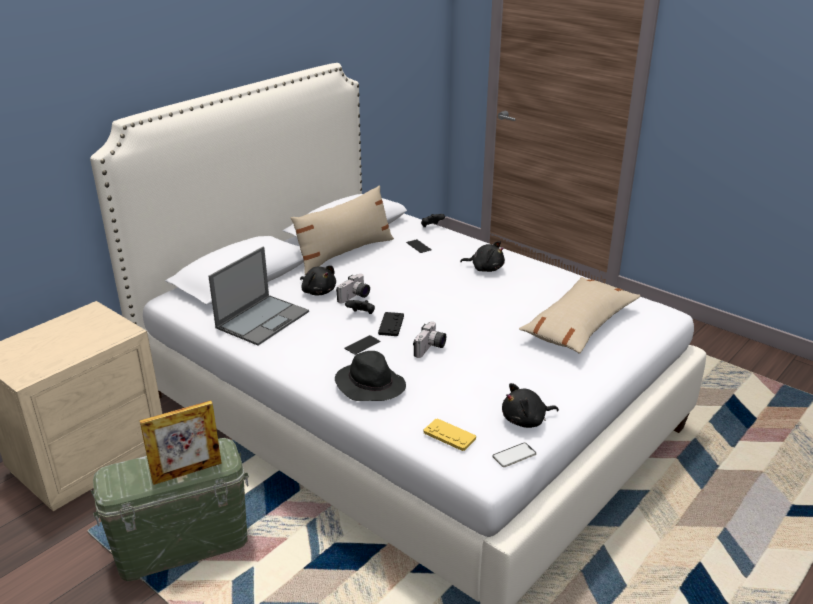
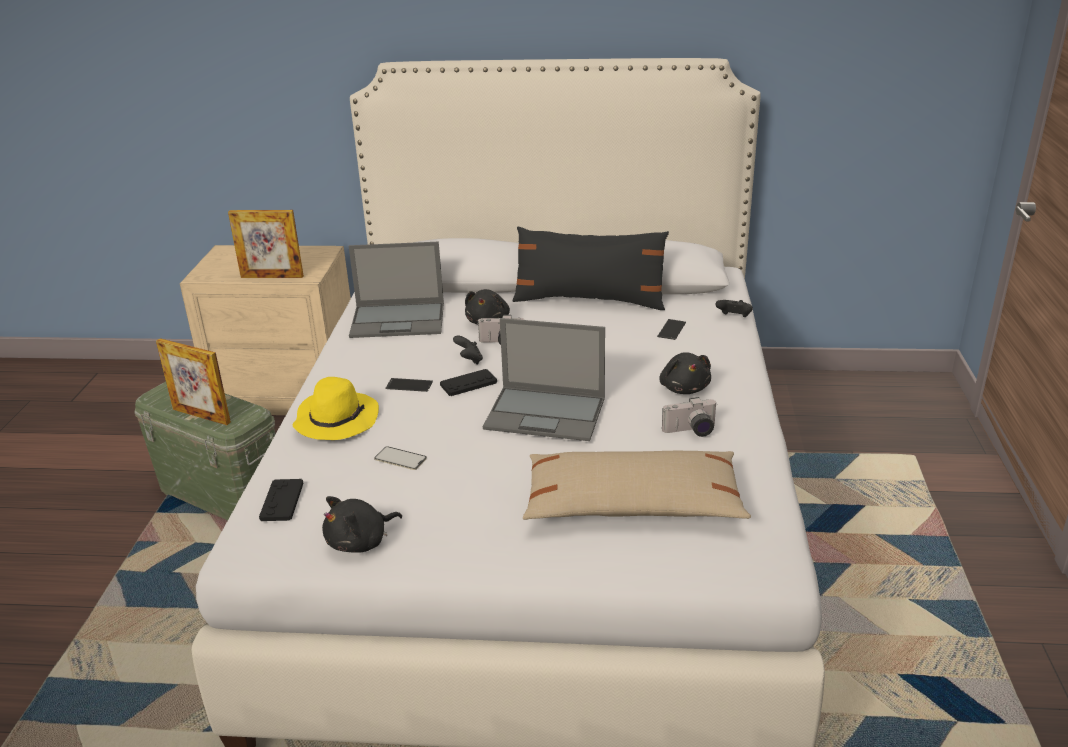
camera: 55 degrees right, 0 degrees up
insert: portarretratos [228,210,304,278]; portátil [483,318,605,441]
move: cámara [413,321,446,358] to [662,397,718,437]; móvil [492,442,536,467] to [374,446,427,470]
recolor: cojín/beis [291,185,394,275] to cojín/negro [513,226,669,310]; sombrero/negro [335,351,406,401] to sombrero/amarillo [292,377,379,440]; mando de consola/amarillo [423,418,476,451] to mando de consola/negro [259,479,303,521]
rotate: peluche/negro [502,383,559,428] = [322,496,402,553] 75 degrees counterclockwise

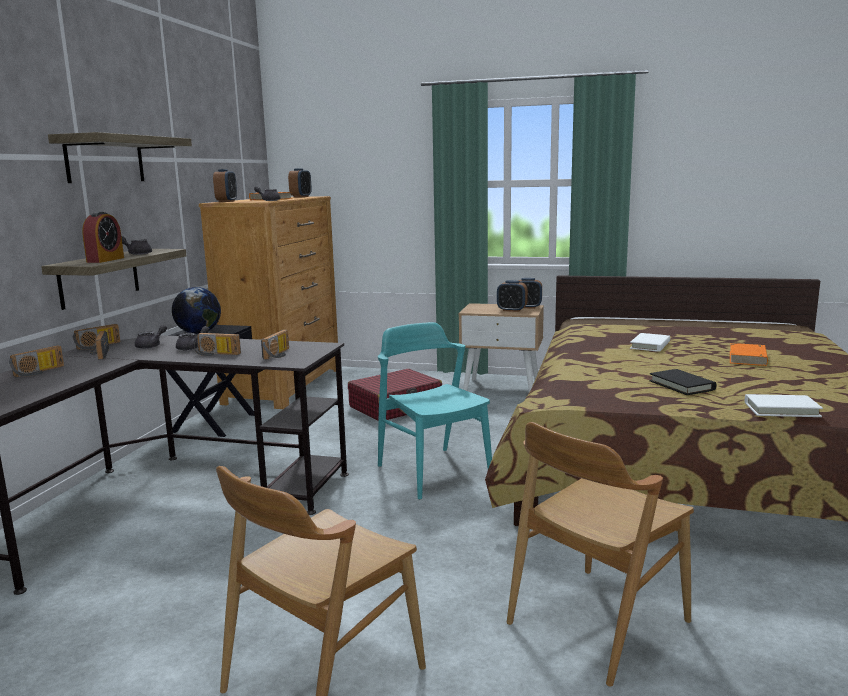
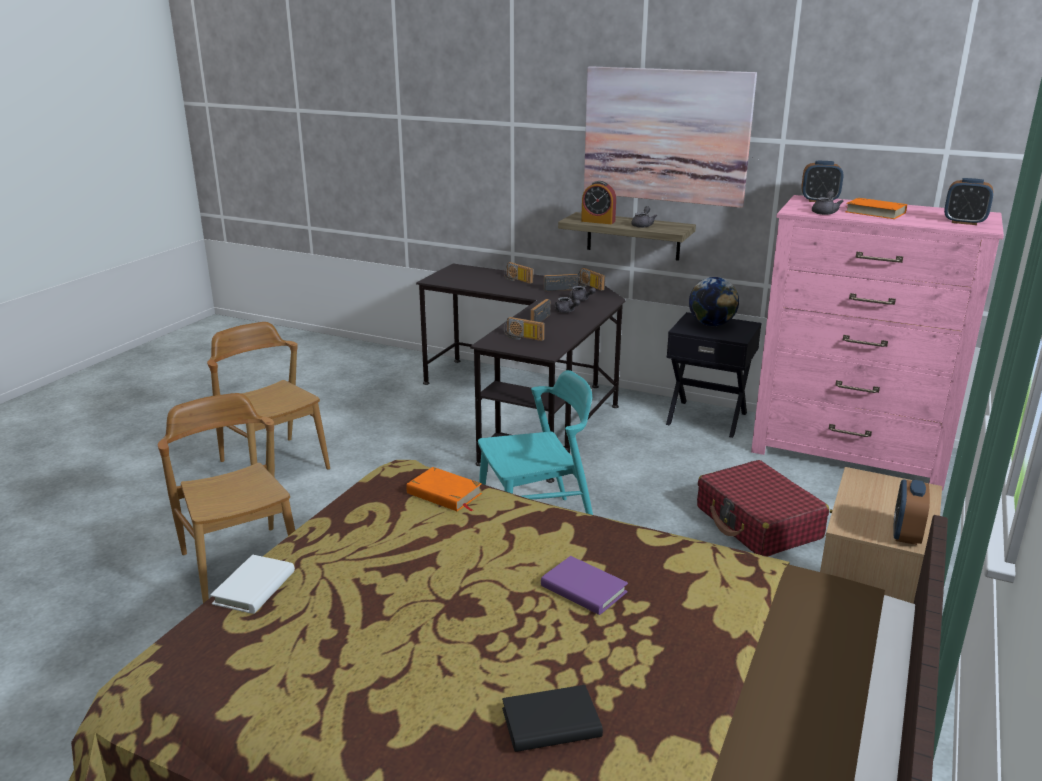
camera: 100 degrees right, 10 degrees up
delete: despertador [497,280,528,312]
move: libro/naranja [730,343,768,366] to [406,467,482,512]; libro/negro [649,369,717,395] to [502,685,603,752]
replace: estante [48,132,192,183] to cuadro [584,66,757,208]
recolor: cómoda/marrón [199,196,338,409] to cómoda/rosa [751,195,1004,490]; libro/blanco [630,333,670,352] to libro/morado [541,556,628,615]

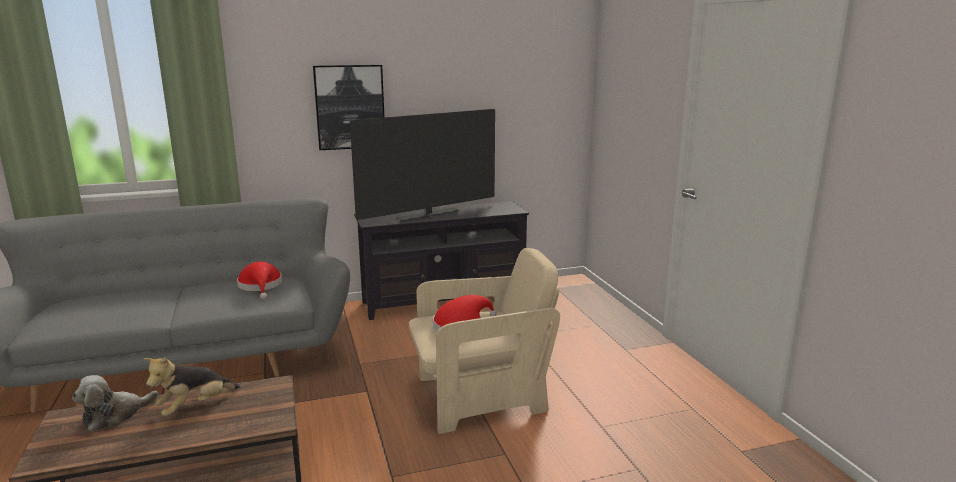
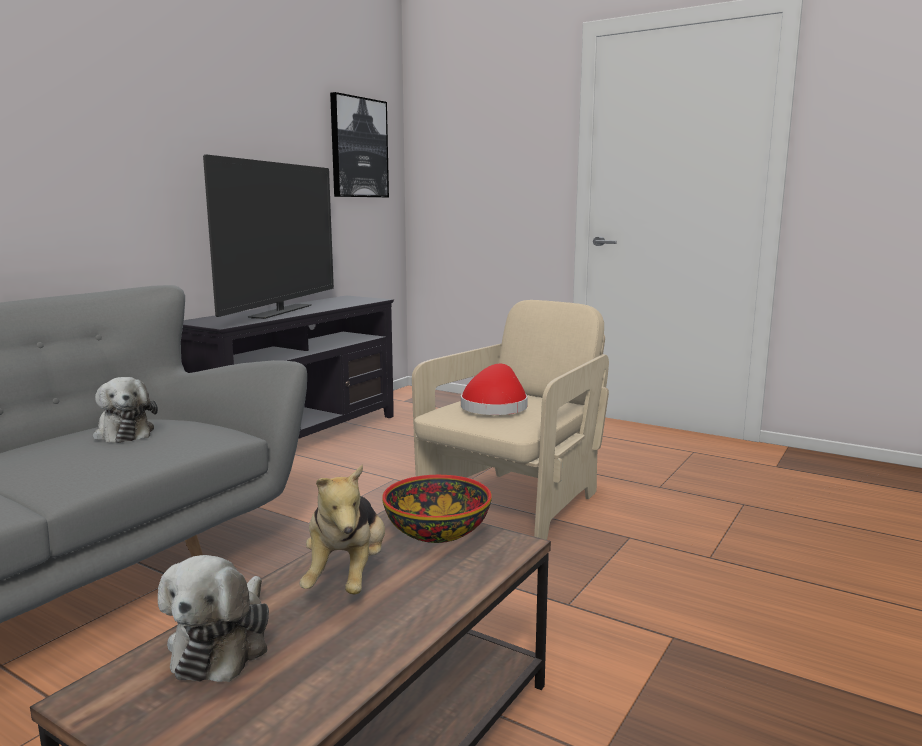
camera: 40 degrees left, 5 degrees down
insert: cuenco [382,475,492,543]
move: cuadro [313,65,384,150] to [330,92,389,198]
replace: sombrero/rojo [237,261,282,299] to peluche [93,377,158,443]

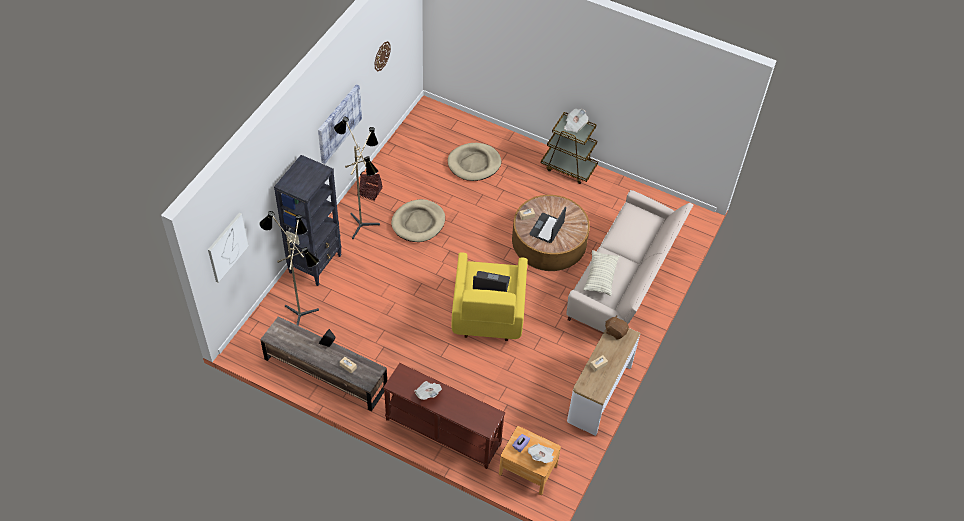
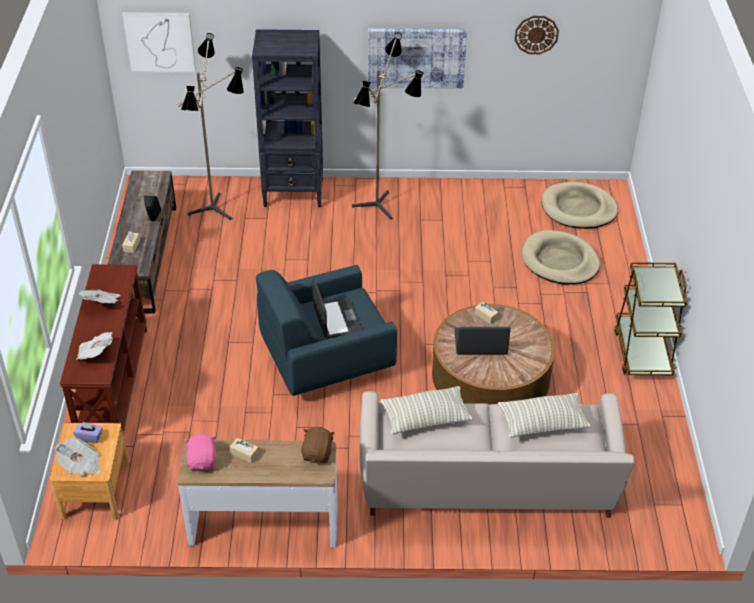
camera: 65 degrees right, 10 degrees down
delete: cesta [357,171,383,201]
insert: cojín [497,393,591,438]; peluche/rosa [184,434,216,470]
move: periódico [564,109,588,133] to [76,332,112,360]; cama para perro/beis [391,199,445,242] to [541,182,618,229]
recolor: sillón/amarillo [451,253,528,341] to sillón/azul [256,265,397,396]

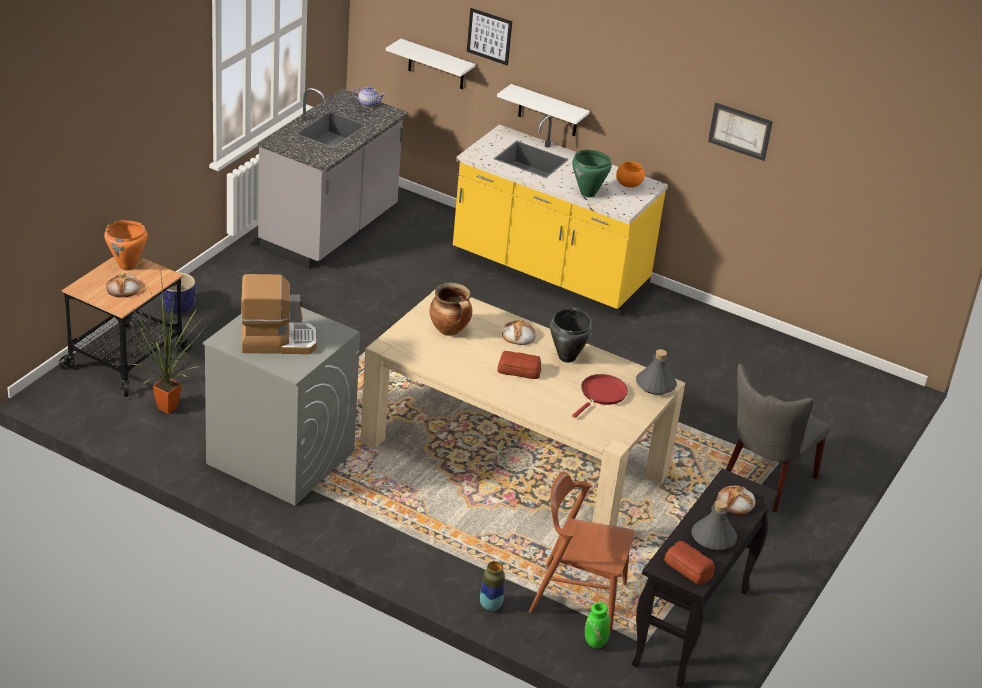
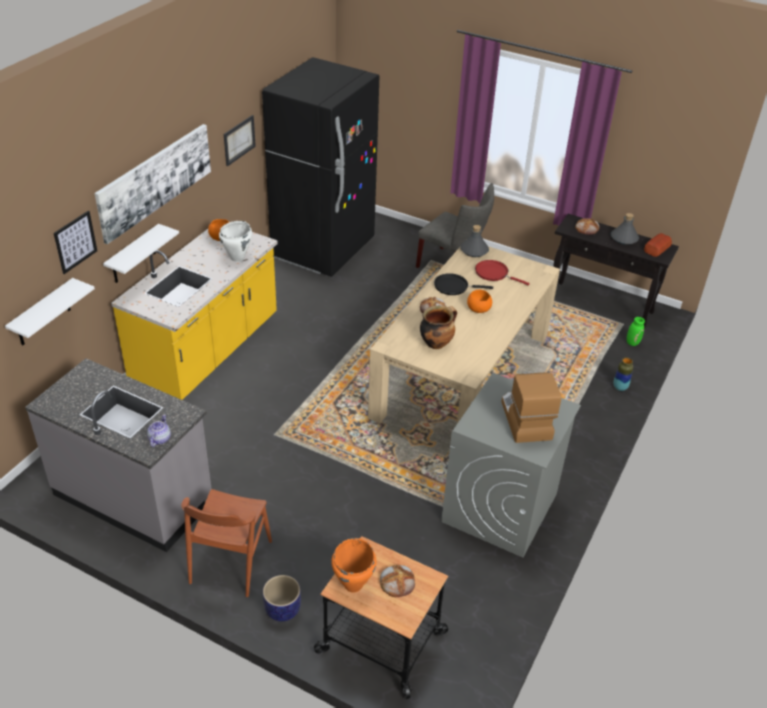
camera: 90 degrees left, 5 degrees up
delete: planta en maceta [130,269,207,414]
insert: nevera/negro [262,57,379,277]; cuadro [95,124,211,244]
move: tetera [352,86,385,107] to [147,414,171,447]; silla/marrón [529,471,635,633] to [181,489,272,597]
replace: olla/negro [550,308,593,363] to sartén/negro [434,273,493,295]; pan [497,351,541,379] to cuenco/naranja [467,290,492,313]
recolor: olla/verde [572,150,612,197] to olla/blanco [219,221,252,262]

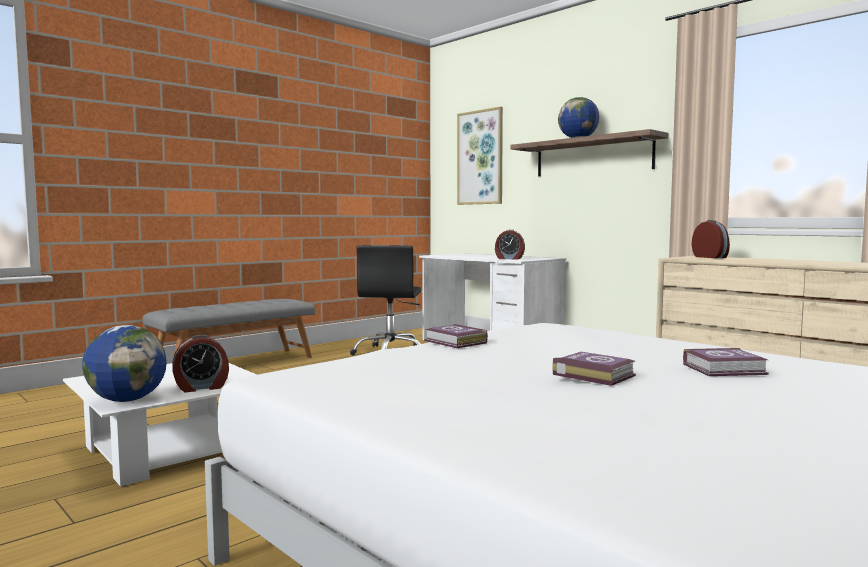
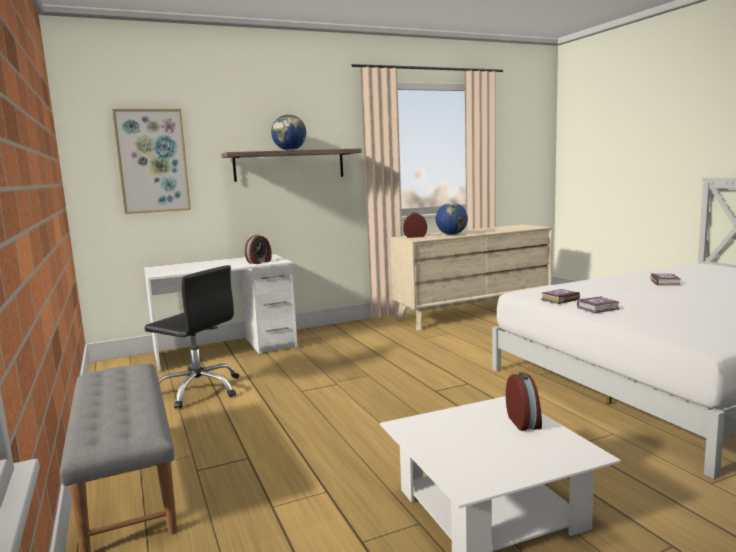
camera: 70 degrees left, 5 degrees up
move: globo terráqueo [82,325,167,402] to [436,203,468,235]; libro [552,352,636,386] to [541,289,580,304]

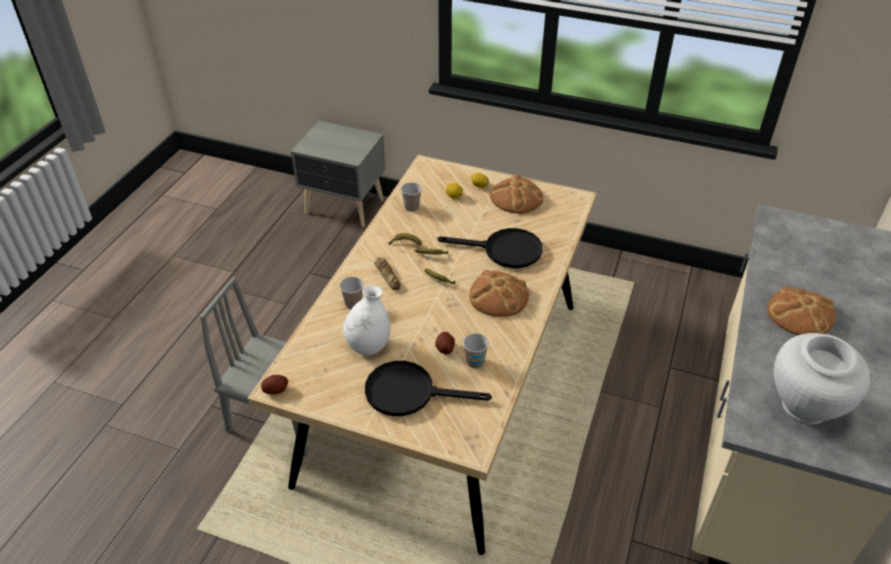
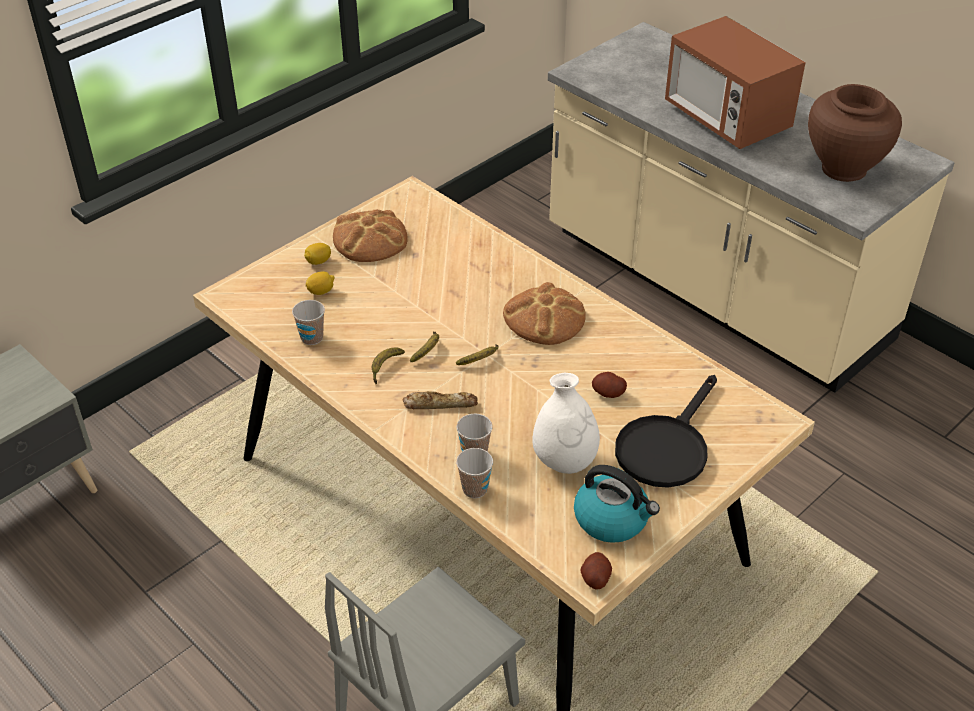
camera: 65 degrees left, 0 degrees up
delete: sartén/negro [438,228,543,268]
insert: hervidor [574,465,660,543]
move: taza [463,333,489,369] to [456,448,493,498]
replace: pan [767,286,835,335] to microondas [665,16,806,149]
recolor: florero/blanco [774,333,871,425] to florero/marrón [808,84,902,182]

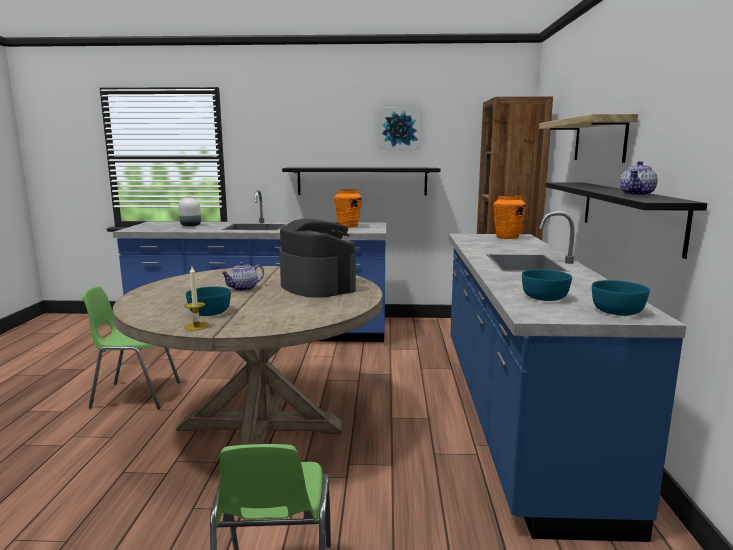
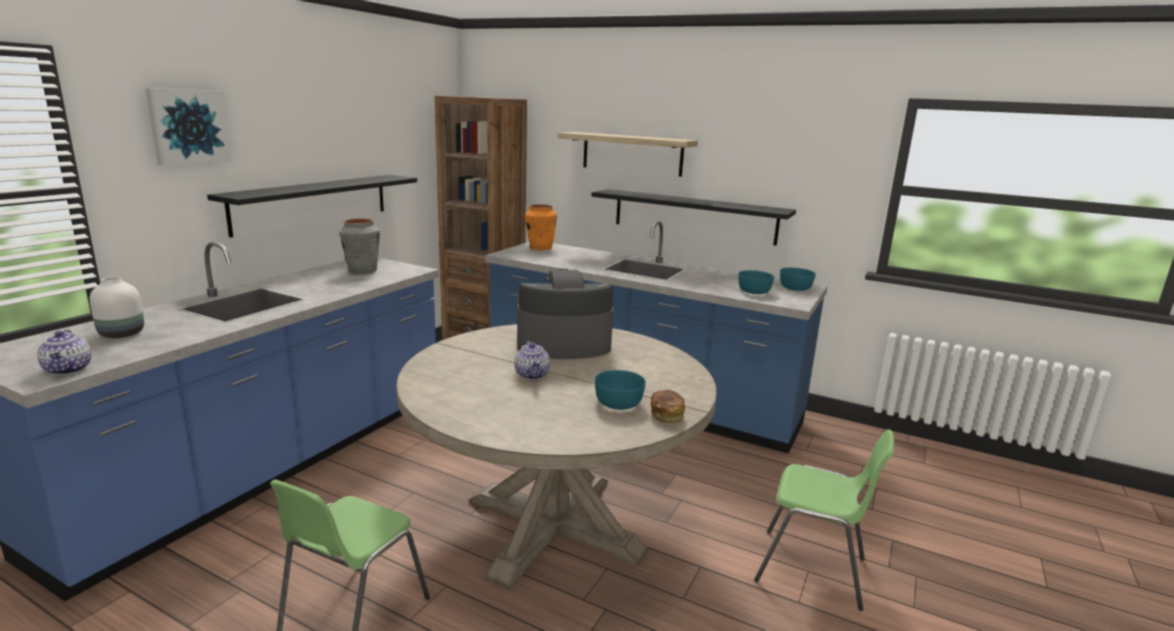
camera: 65 degrees left, 5 degrees up
move: cuadro [380,107,422,150] to [145,88,231,166]; tetera [620,161,658,196] to [37,330,92,375]
replace: vela [185,267,209,331] to pan [651,390,685,423]
recolor: florero/naranja [334,189,362,228] to florero/gris [339,218,380,274]

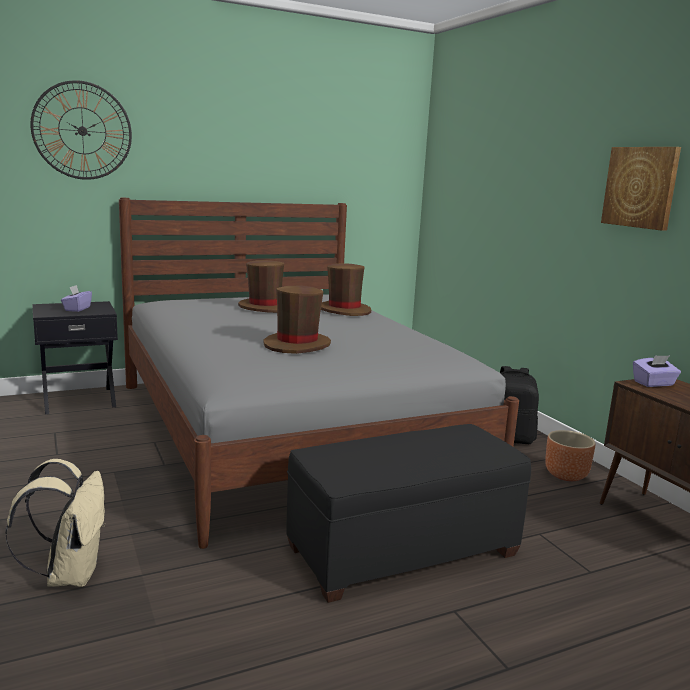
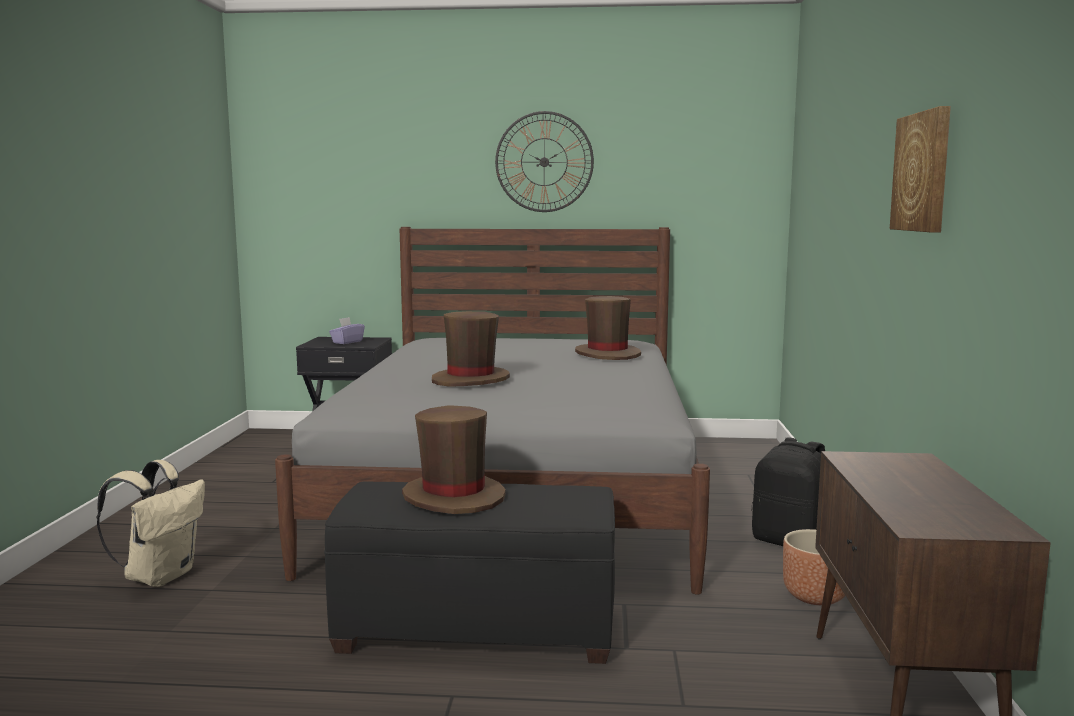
camera: 30 degrees right, 5 degrees down
delete: caja de pañuelos/morado [633,355,681,387]
move: reloj de pared [30,80,132,180] to [495,111,594,212]; sombrero/marrón [238,260,284,313] to [402,405,506,514]

